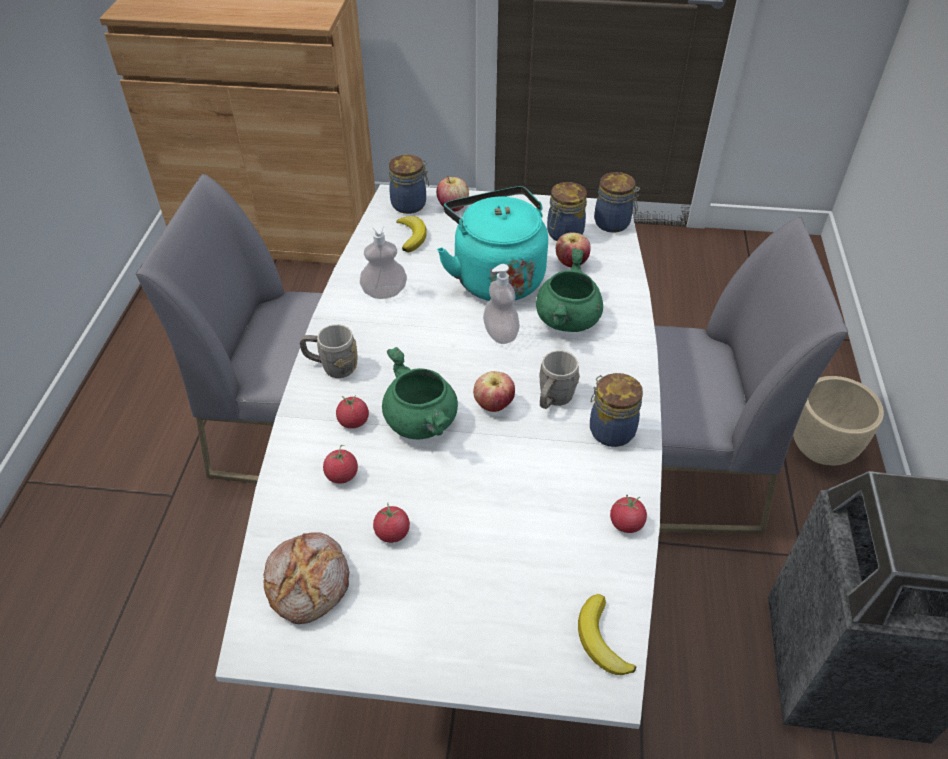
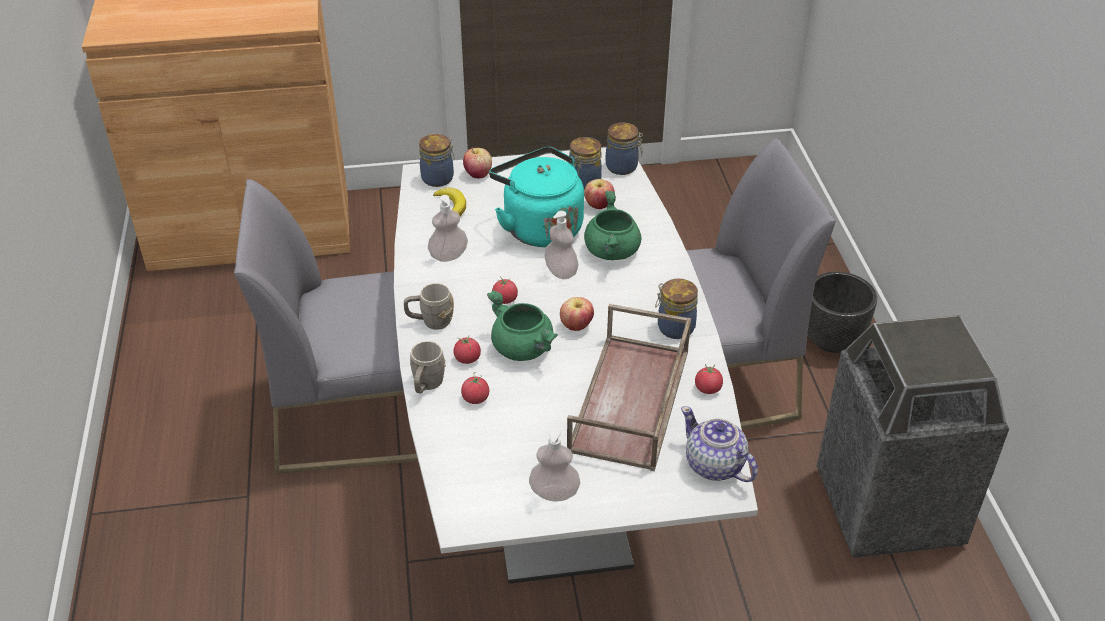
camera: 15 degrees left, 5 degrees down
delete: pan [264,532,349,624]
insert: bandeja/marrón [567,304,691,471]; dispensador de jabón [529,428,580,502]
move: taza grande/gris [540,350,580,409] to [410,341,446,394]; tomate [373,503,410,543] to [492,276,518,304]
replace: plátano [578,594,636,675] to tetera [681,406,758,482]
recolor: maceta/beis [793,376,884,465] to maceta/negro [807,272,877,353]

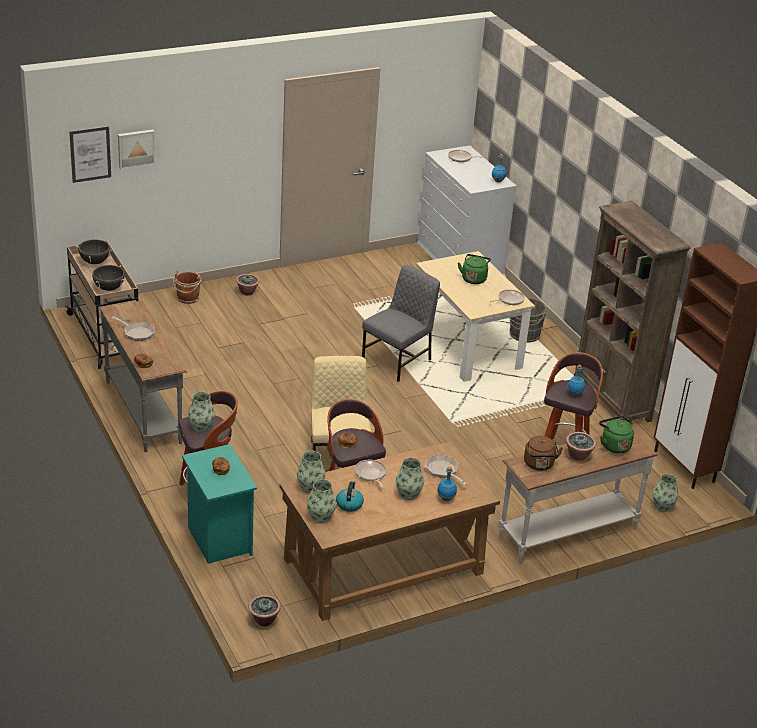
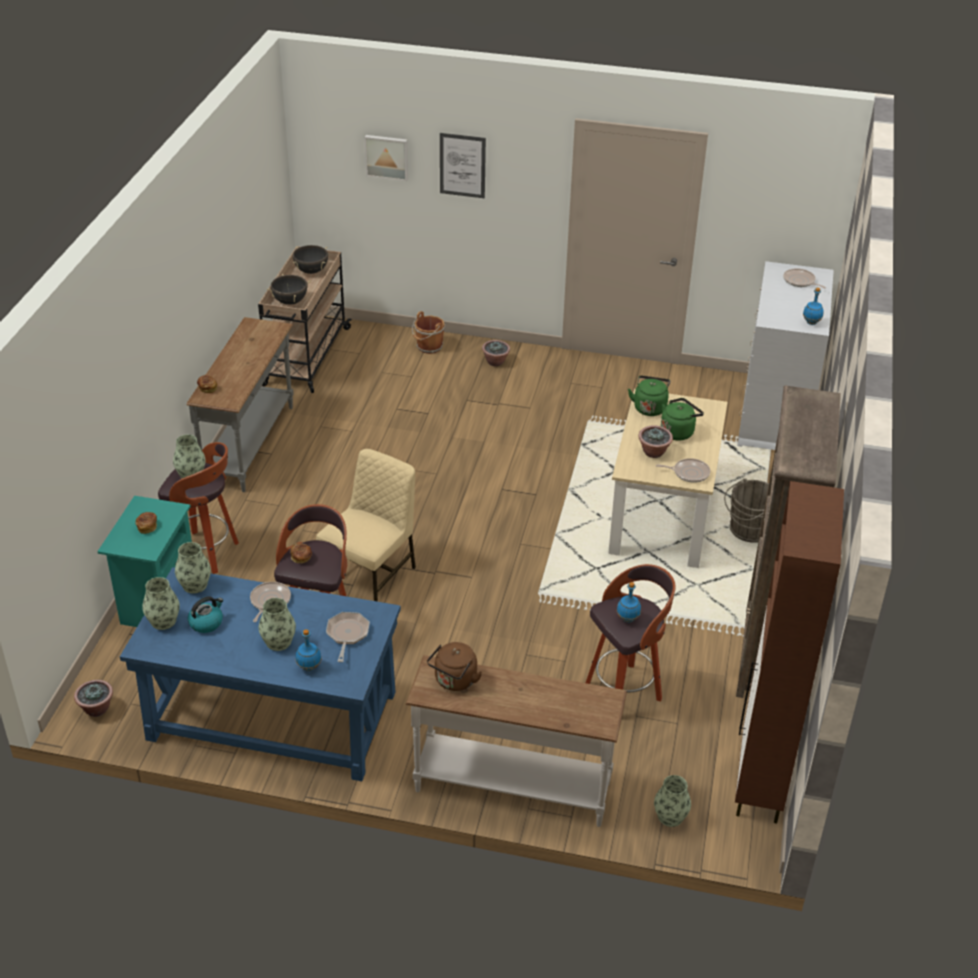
camera: 40 degrees right, 5 degrees up
delete: silla/gris [362,265,440,382]; sartén [111,316,155,341]
move: cuadro [69,126,111,183] to [440,133,486,198]; hervidor/verde [599,416,634,454] to [628,376,670,416]; planta en maceta [566,432,596,461] to [638,426,673,458]
recolor: escritorio/marrón [279,441,500,621] to escritorio/azul [120,567,401,781]

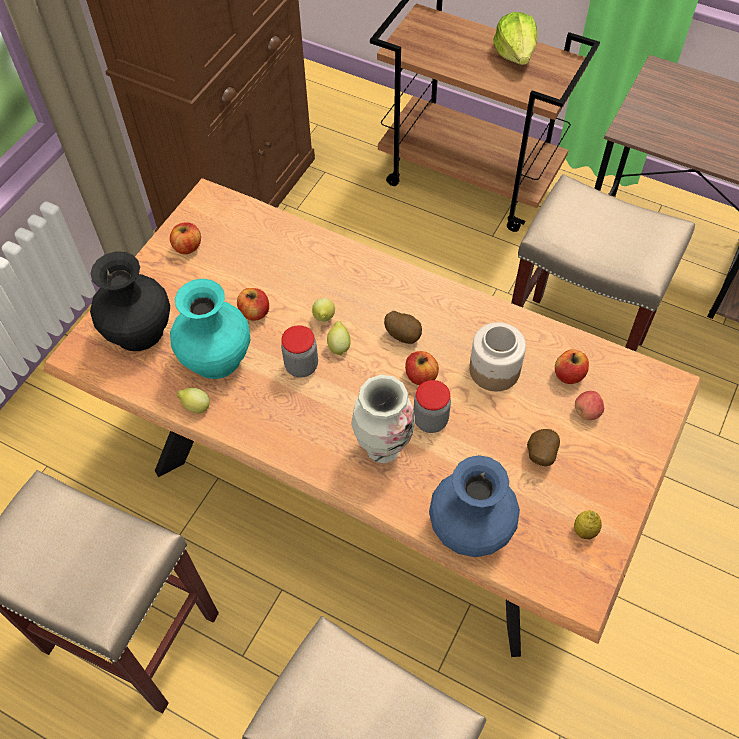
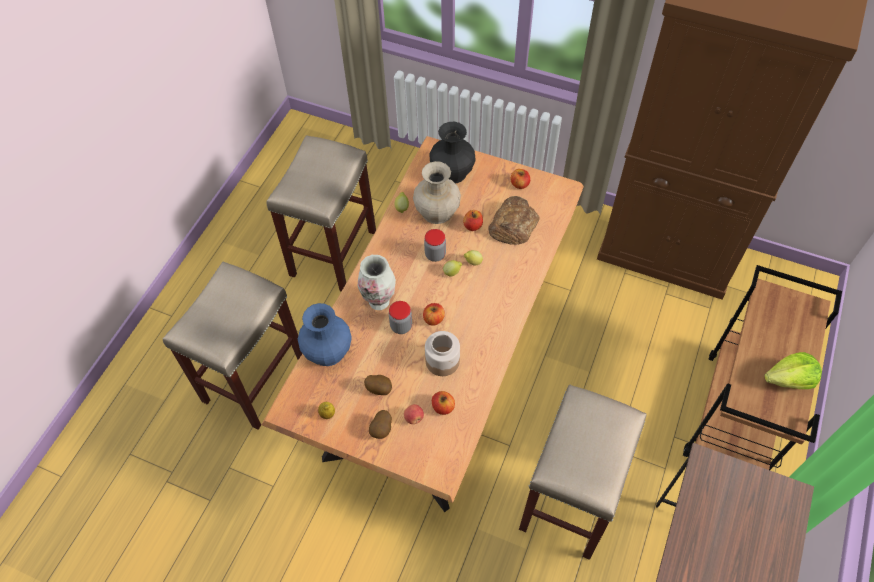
camera: 85 degrees right, 0 degrees up
insert: pan [488,196,540,245]
move: patata [384,311,422,344] to [369,410,392,439]
recolor: florero/turquesa [170,279,250,379] to florero/beis [413,161,461,224]

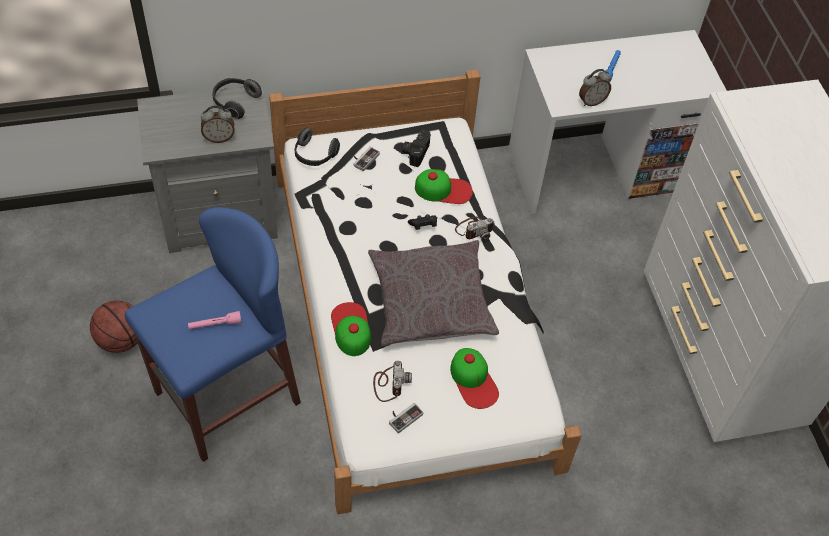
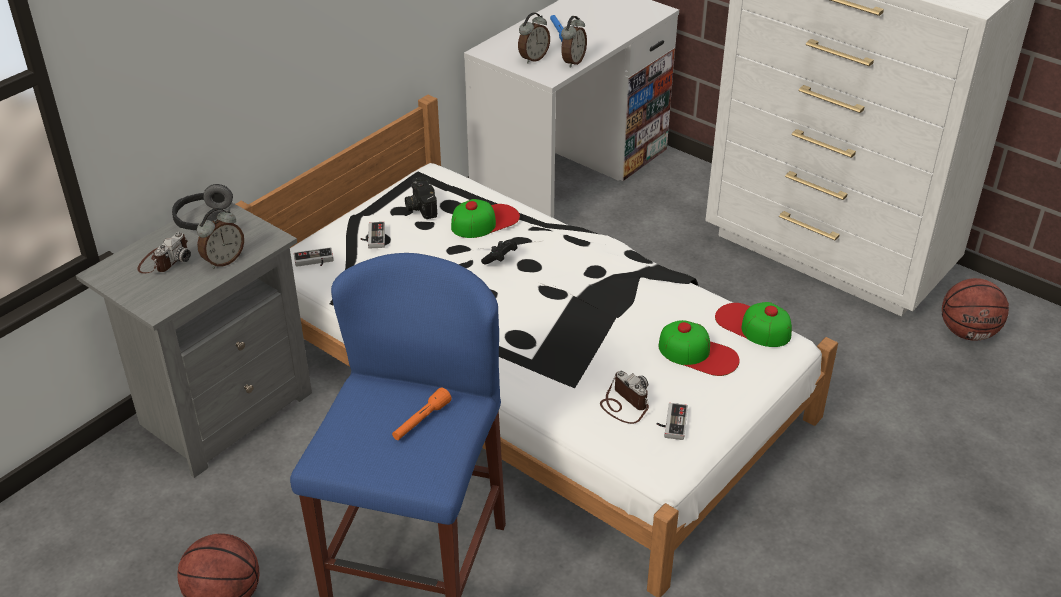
camera: 35 degrees left, 15 degrees down
delete: cojín/gris [368,240,499,346]
insert: despertador [518,12,550,64]; balón de baloncesto [942,278,1009,341]
move: cámara [455,217,495,241] to [137,232,191,274]; gorra [331,302,371,356] to [715,302,792,347]
replace: auriculares [295,127,340,166] to mando de consola [294,247,334,267]
recolor: linterna/rosa [188,311,241,329] to linterna/naranja [392,387,452,440]

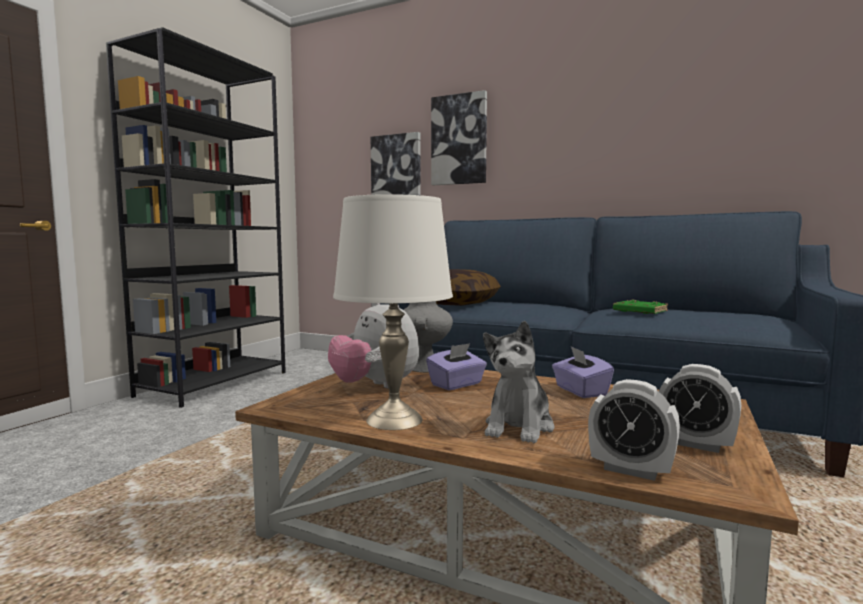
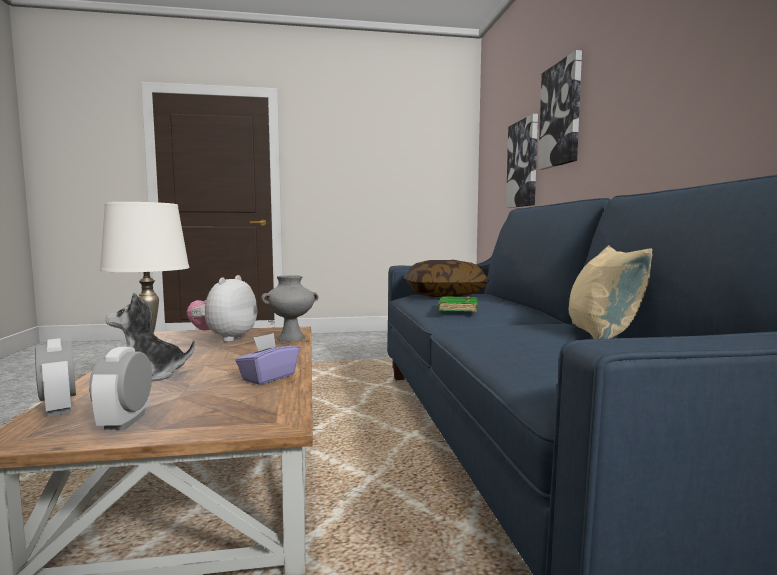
camera: 55 degrees right, 0 degrees up
delete: estantería/negro [106,27,286,408]; caja de pañuelos/morado [426,343,487,390]
insert: cojín/beis [569,245,652,339]
move: libro/verde [613,300,668,314] to [438,296,478,312]
rotate: despertador [588,379,680,481] = [35,338,76,416] 150 degrees clockwise

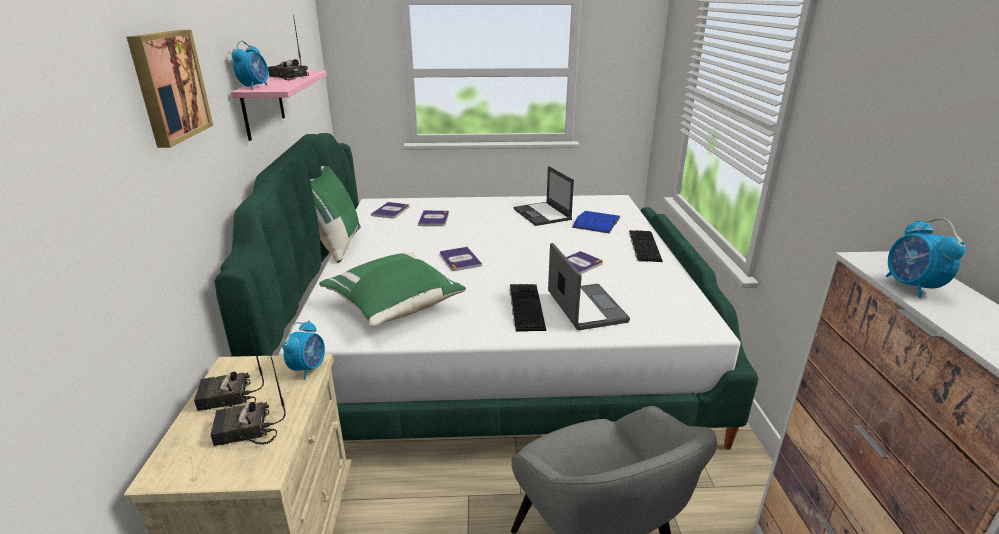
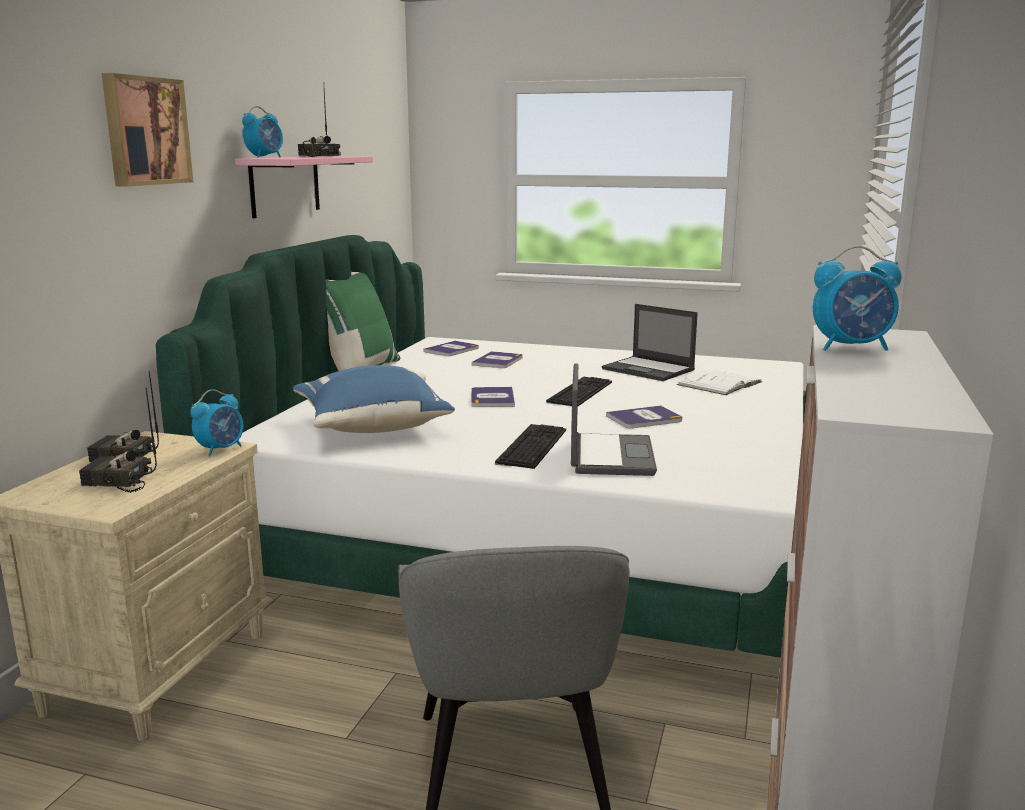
camera: 20 degrees right, 10 degrees down
move: teclado [629,230,663,262] to [546,377,612,406]
recolor: libro/azul [572,211,620,234] to libro/blanco [677,370,762,395]; cojín/verde [319,252,466,327] to cojín/azul [293,365,455,433]
rotate: portátil [514,166,574,226] = [602,304,698,381] 45 degrees counterclockwise; despertador [886,218,966,298] = [813,245,901,351] 105 degrees counterclockwise

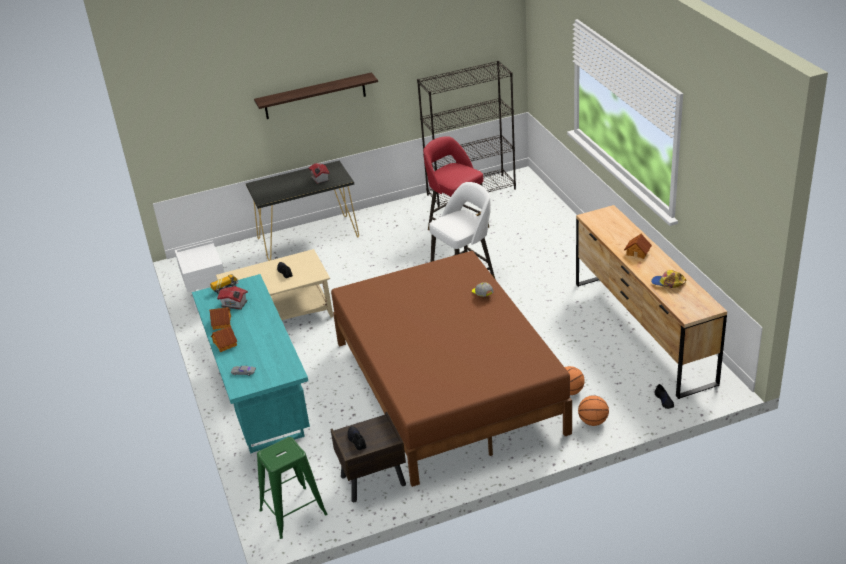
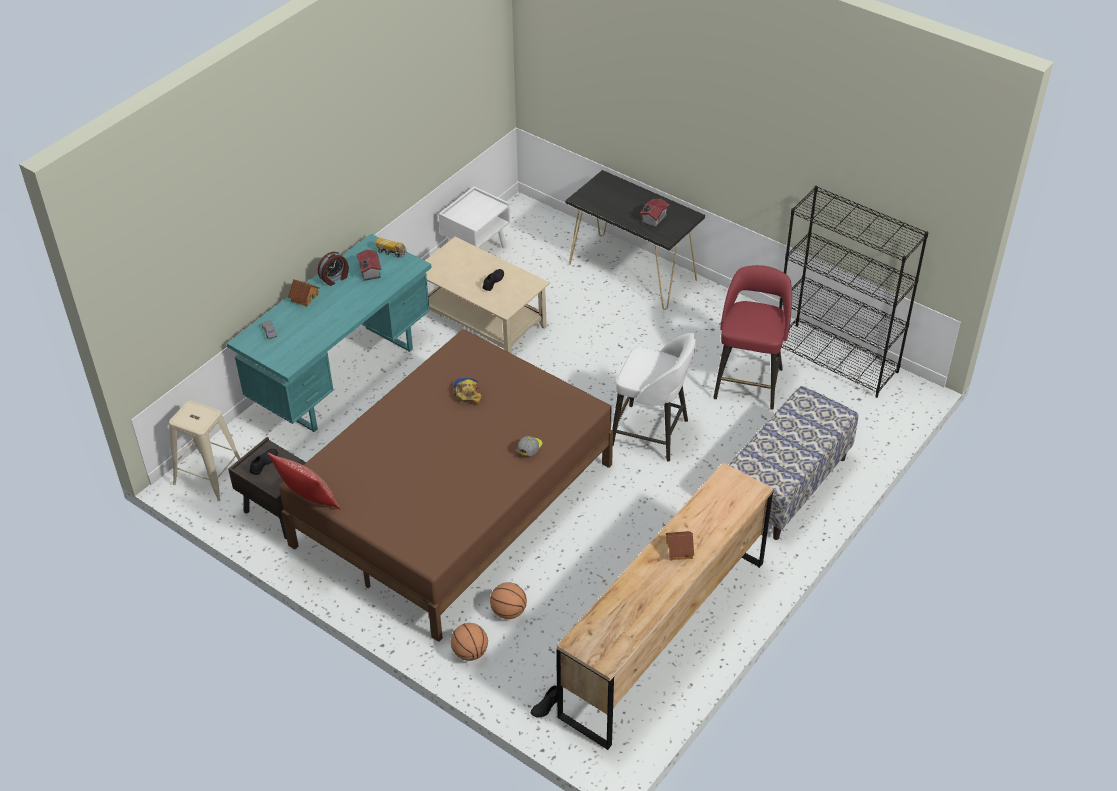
camera: 55 degrees right, 10 degrees up
delete: estante [254,72,378,119]
insert: banco [729,386,858,540]; cojín [267,452,341,510]
move: gorra [651,270,686,288] to [453,378,482,404]
replace: casita [209,307,231,330] to despertador [318,252,349,286]
recolor: taburete/verde [257,437,328,539] to taburete/beis [169,400,241,501]

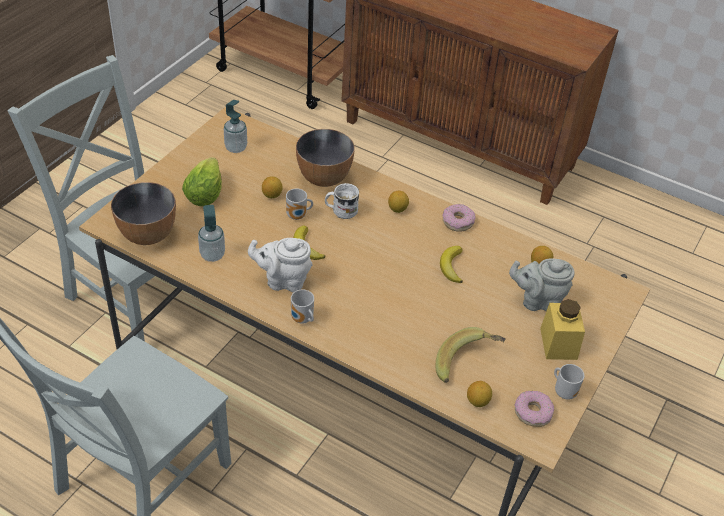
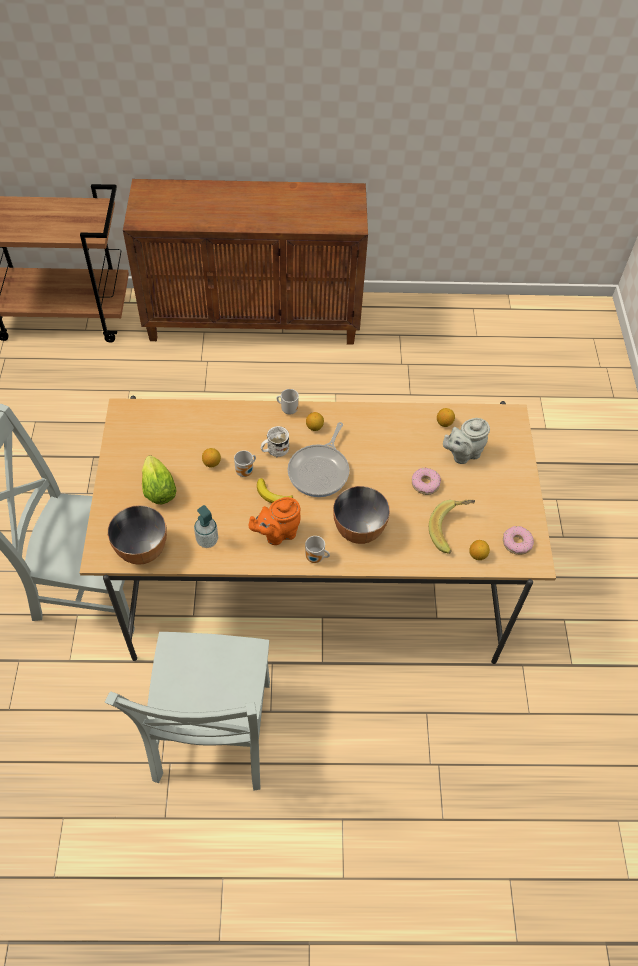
camera: 30 degrees left, 10 degrees up
delete: dispensador de jabón [224,100,247,153]; plátano [440,246,463,283]; tarro/amarillo [540,299,585,360]
insert: sartén [287,422,349,497]
move: cuenco [296,129,354,187] to [333,486,390,544]; rosquilla [442,204,476,232] to [412,468,441,495]; taza grande [554,364,584,399] to [277,389,299,415]
recolor: tetera/blanco [248,238,313,292] to tetera/naranja [249,497,300,545]

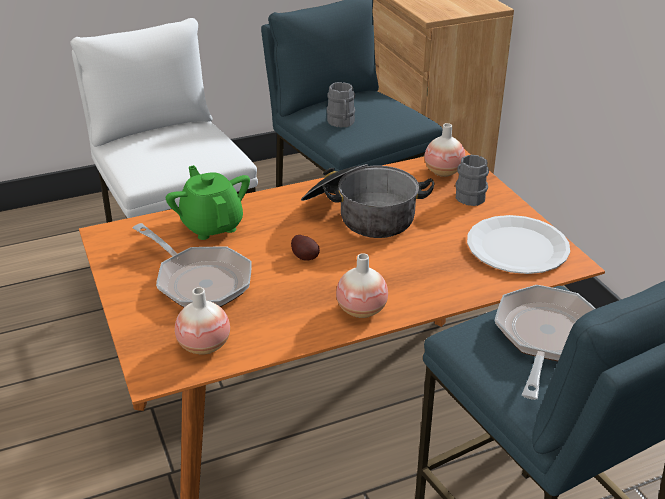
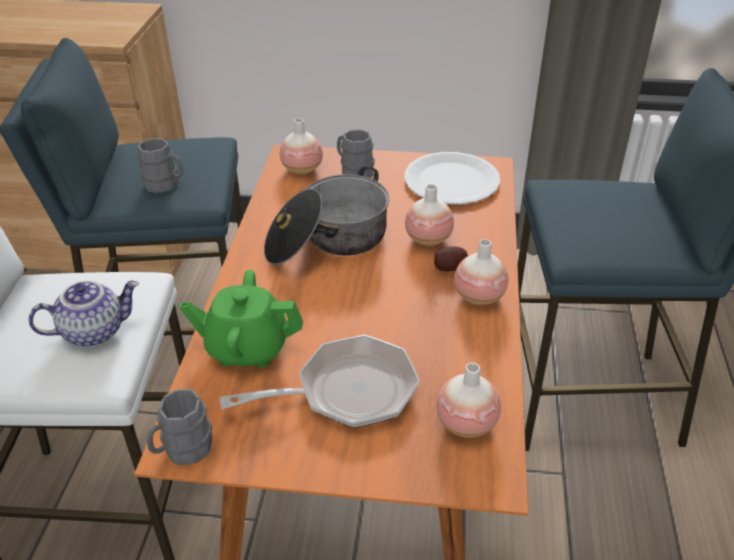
camera: 60 degrees left, 5 degrees up
delete: sartén [495,285,596,400]
insert: florero [405,184,454,246]; tetera [29,281,139,347]; taza grande/gris [147,389,212,465]
move: patata [291,235,320,261] to [434,246,468,271]

